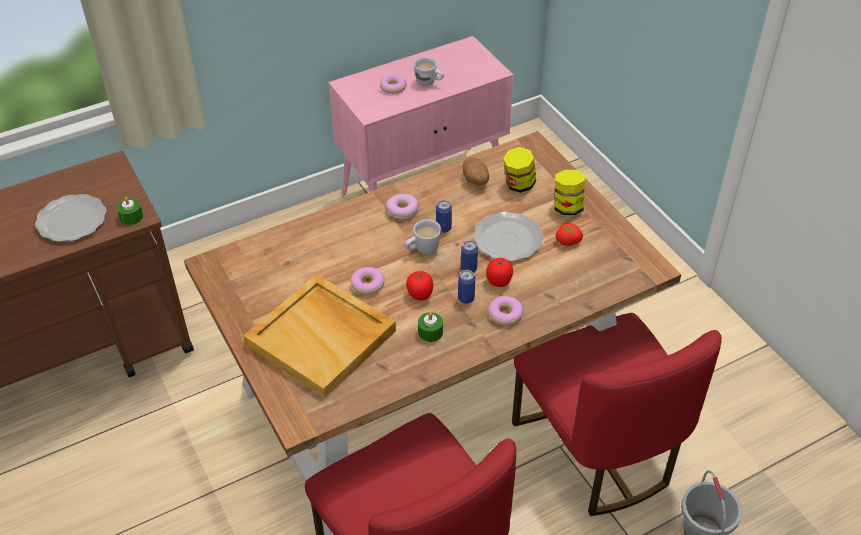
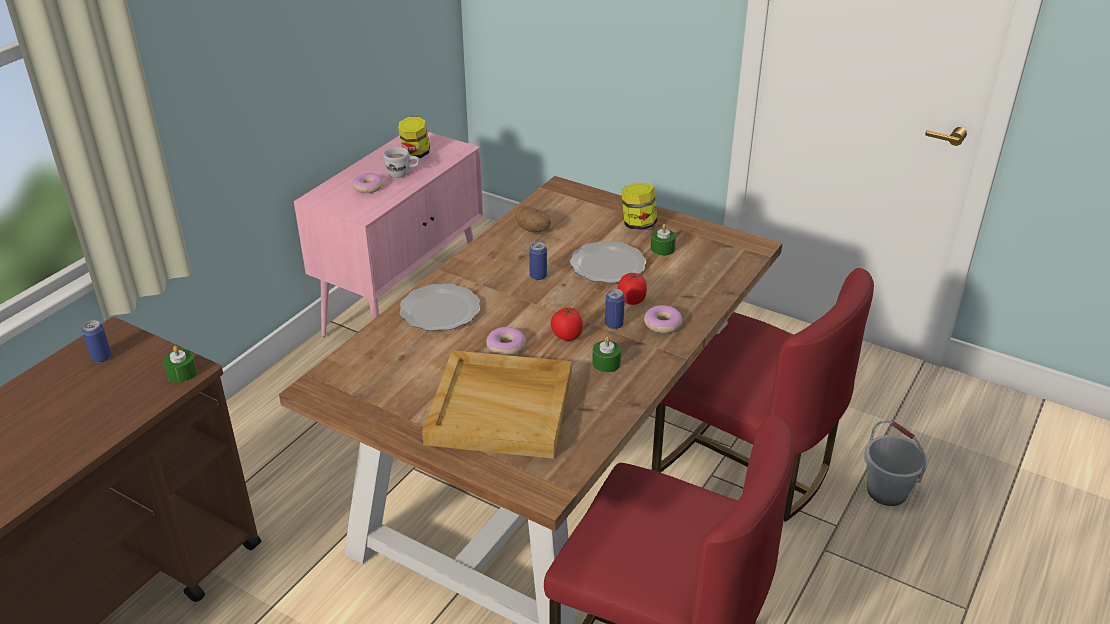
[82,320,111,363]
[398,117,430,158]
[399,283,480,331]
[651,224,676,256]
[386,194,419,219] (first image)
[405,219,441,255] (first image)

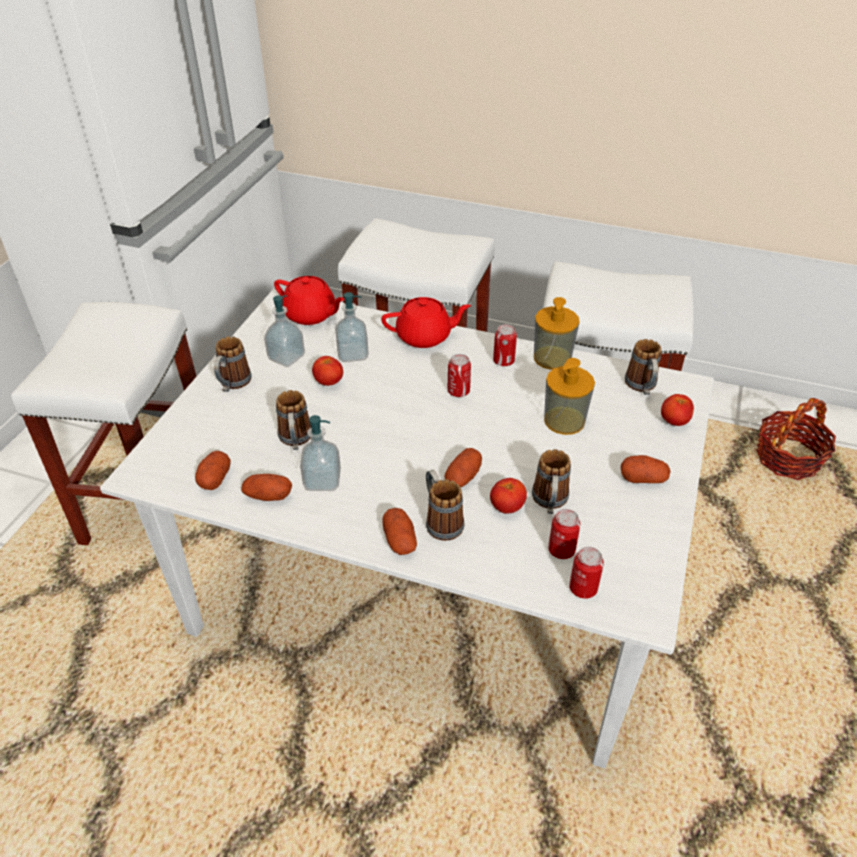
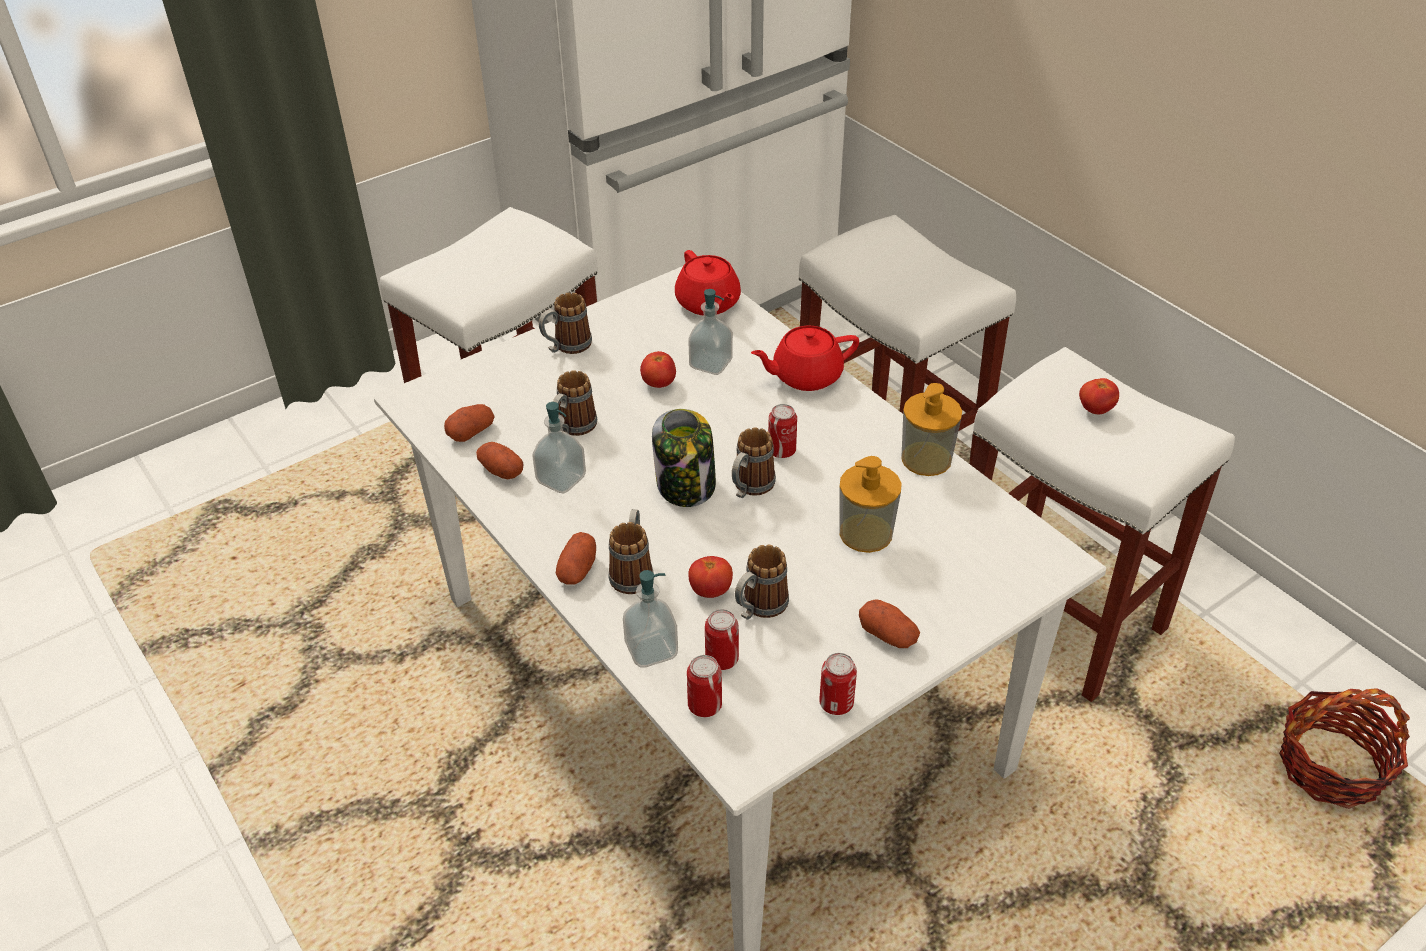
[623,570,678,668]
[652,409,716,507]
[732,427,776,498]
[751,325,859,391]
[819,653,857,715]
[1079,378,1119,414]
[444,448,482,487] (first image)

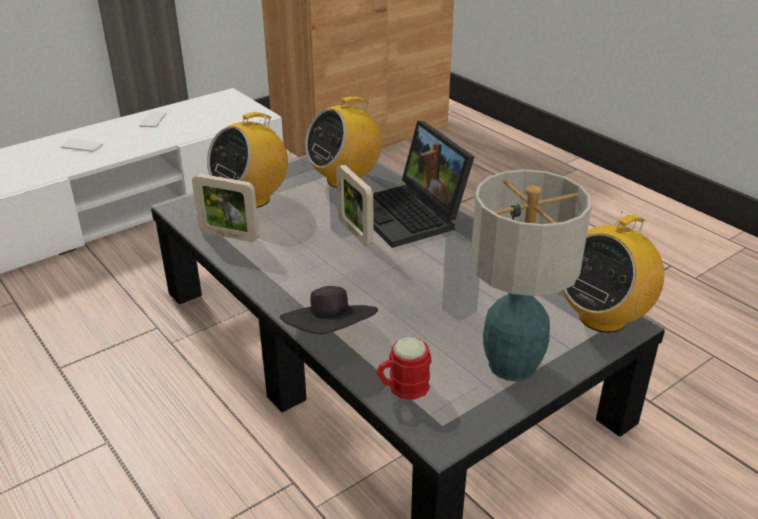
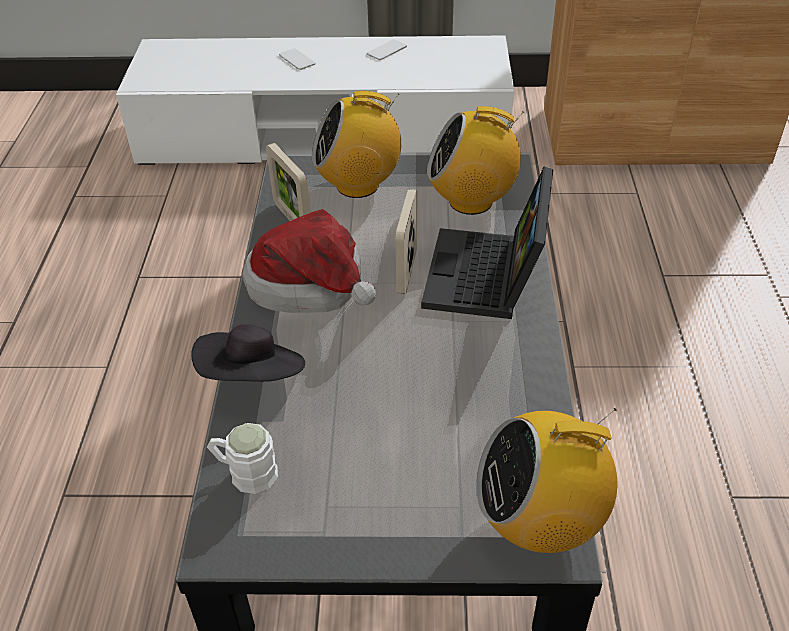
[207,423,278,494]
[243,209,376,313]
[470,170,592,381] (first image)

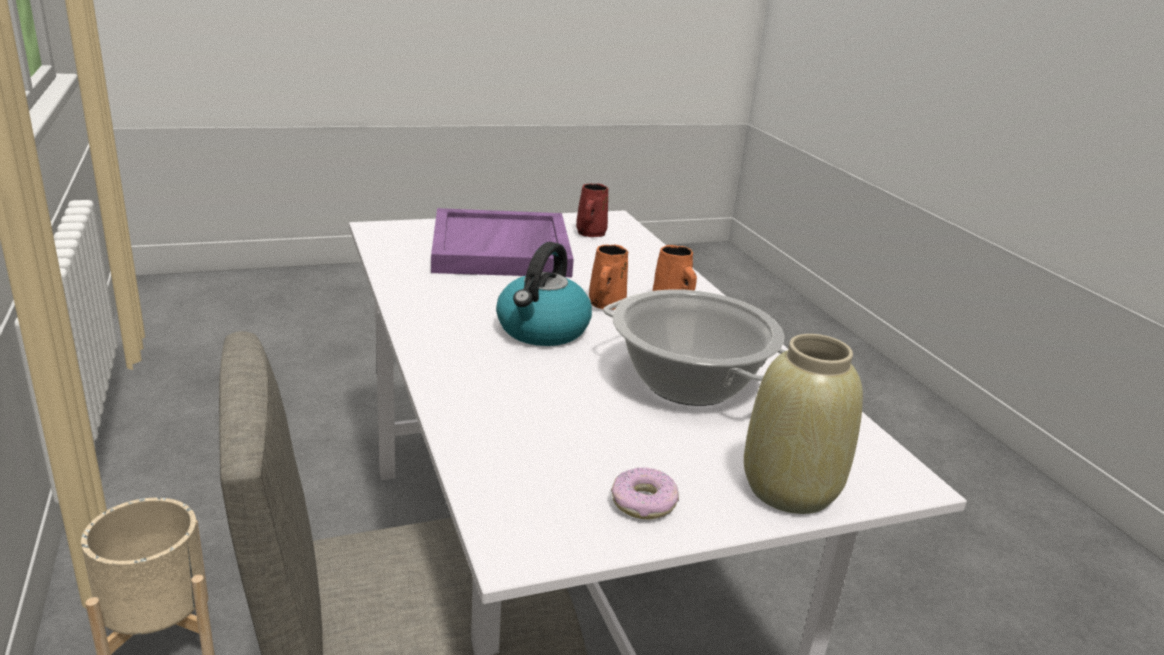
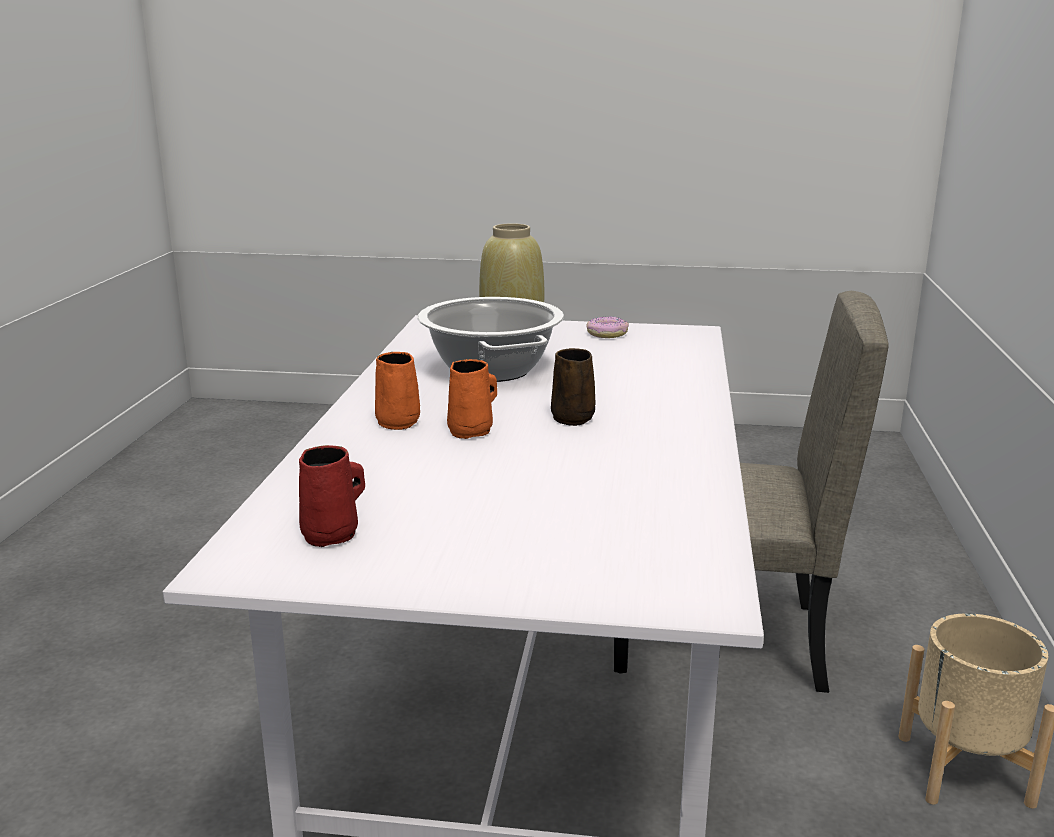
[551,348,596,426]
[431,208,574,277] (first image)

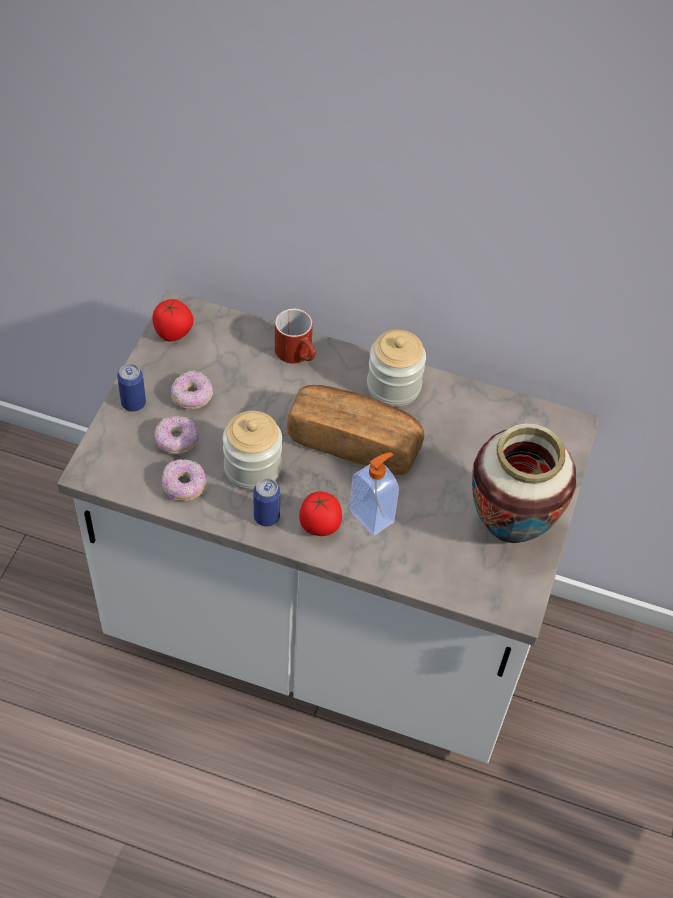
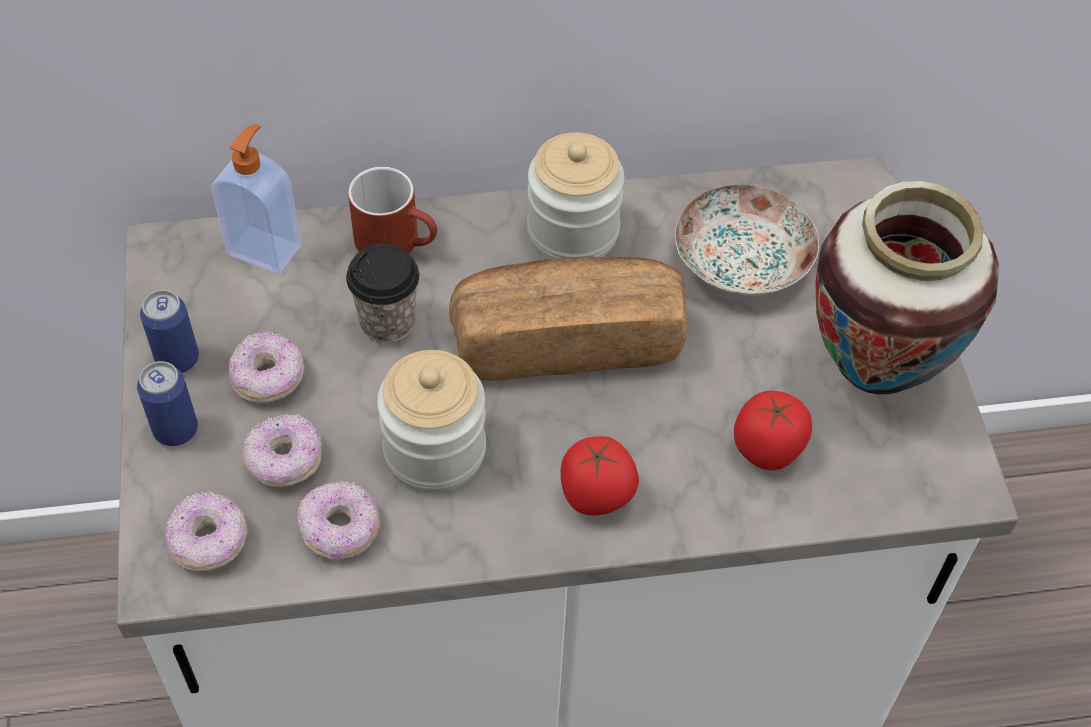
[140,290,199,373]
[165,492,248,571]
[212,124,302,275]
[346,243,419,343]
[675,185,819,296]
[734,391,812,470]

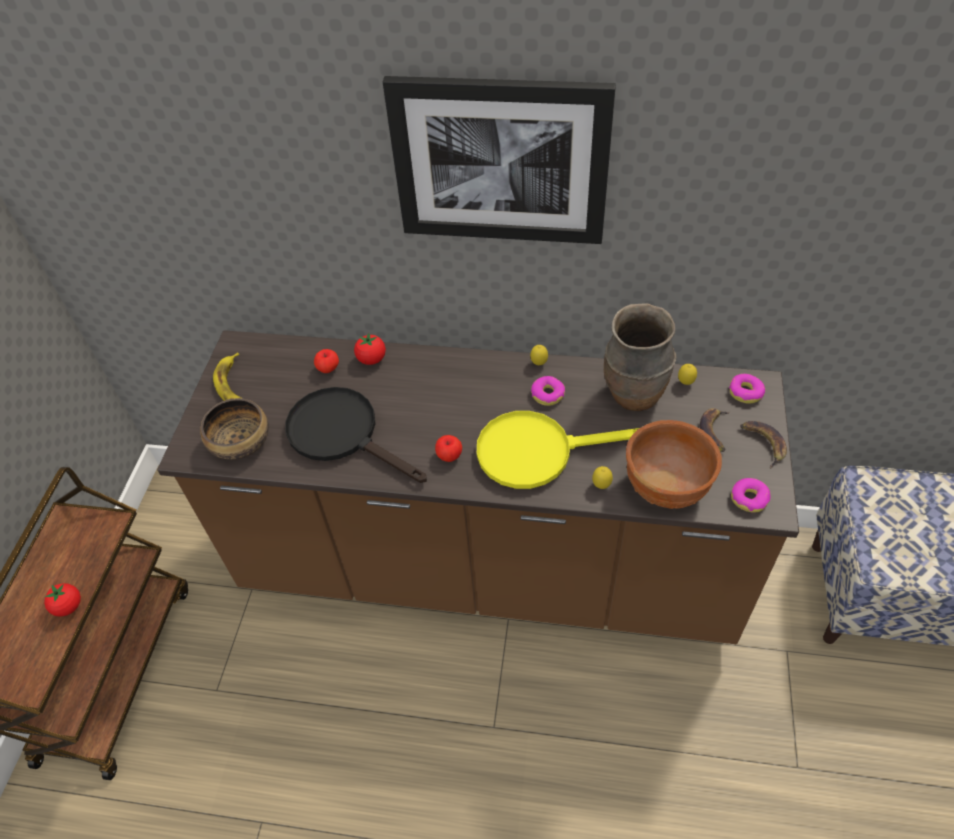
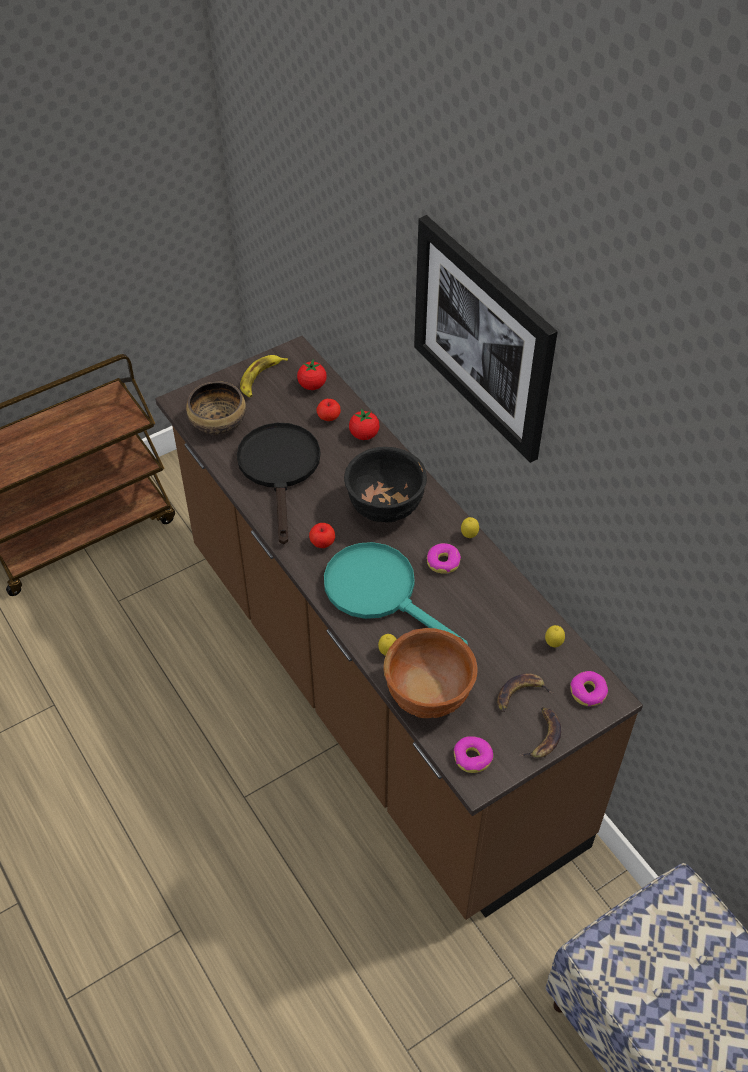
[297,359,327,390]
[324,542,468,645]
[344,447,427,523]
[604,303,676,411] (first image)

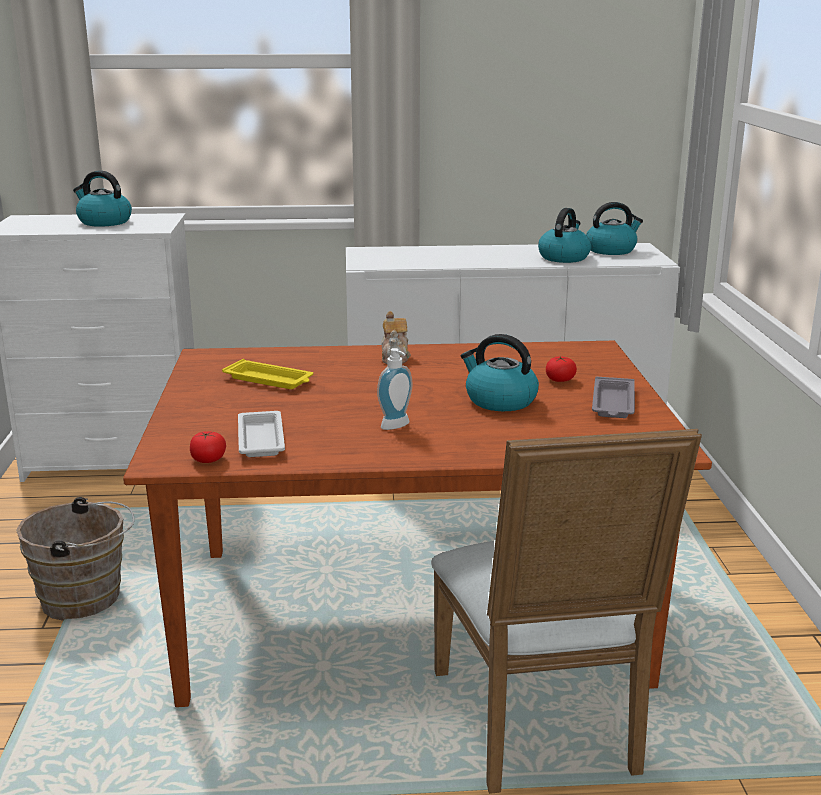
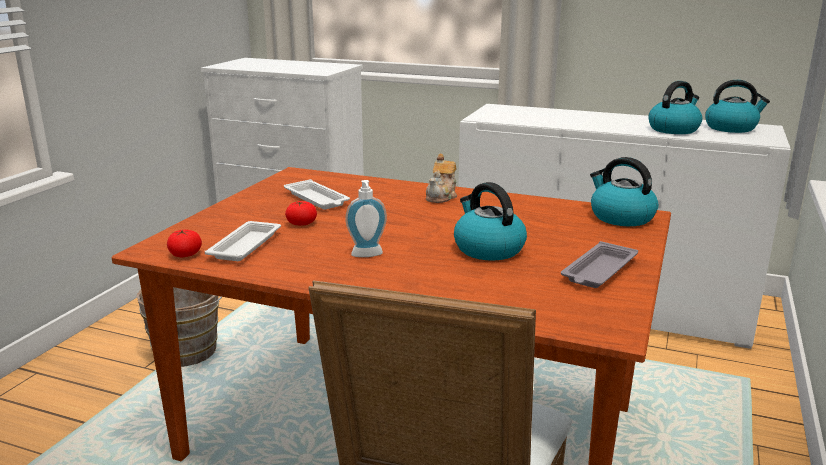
[284,179,350,210]
[285,201,317,225]
[590,157,658,226]

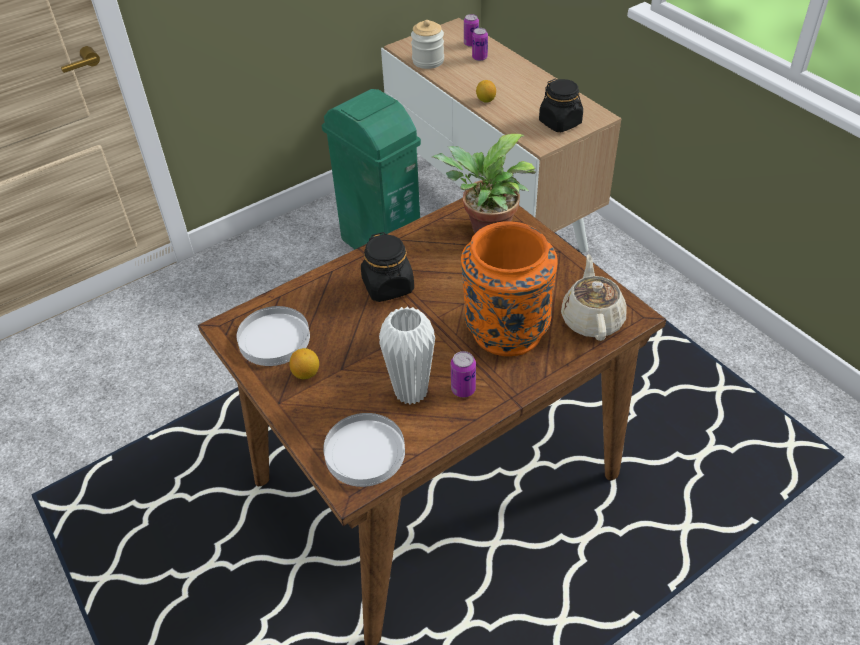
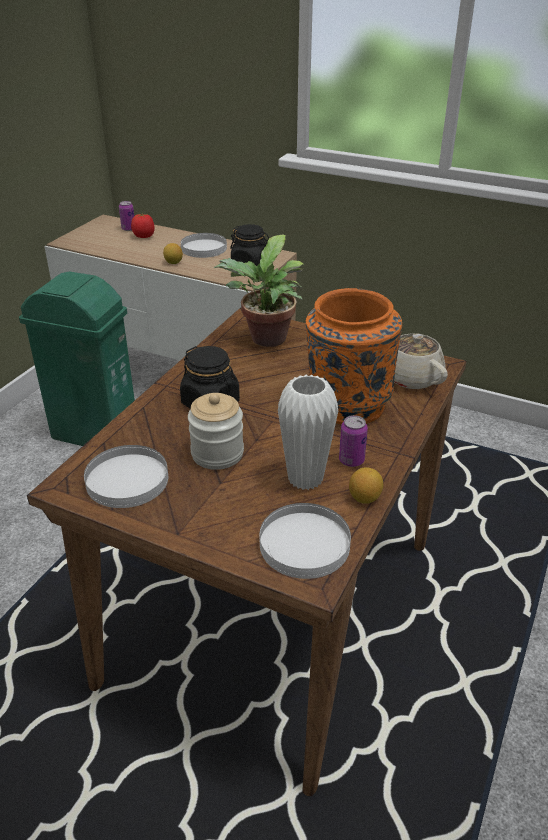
[131,213,155,238]
[181,233,227,258]
[188,393,244,470]
[349,467,383,504]

